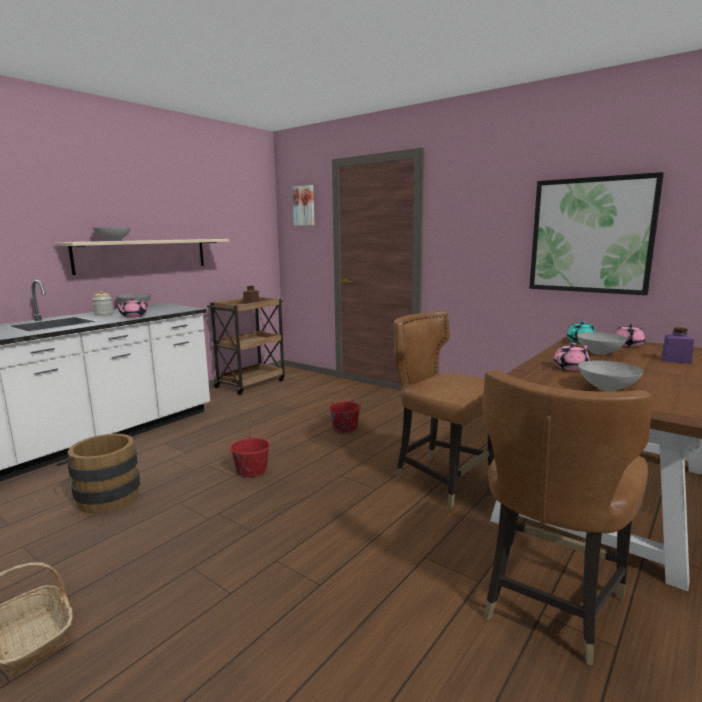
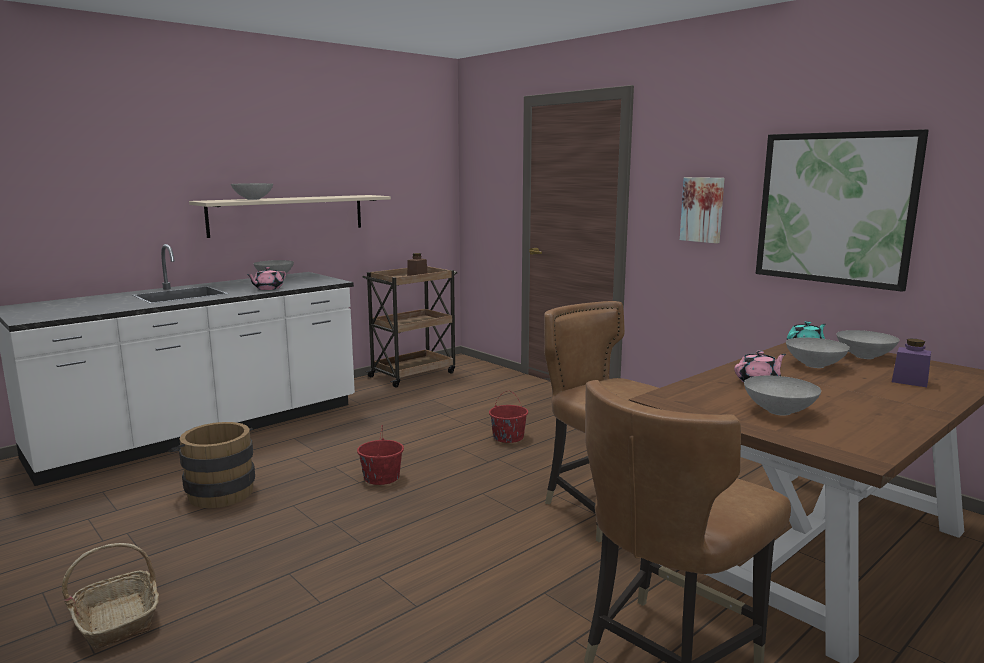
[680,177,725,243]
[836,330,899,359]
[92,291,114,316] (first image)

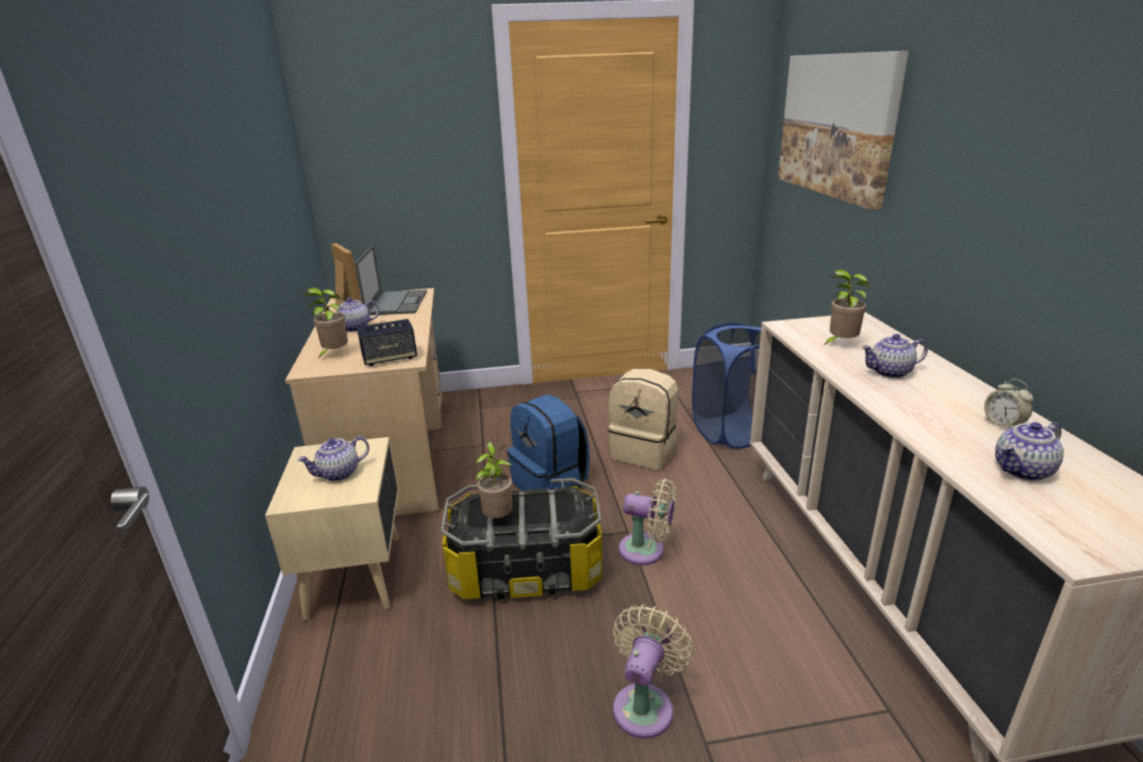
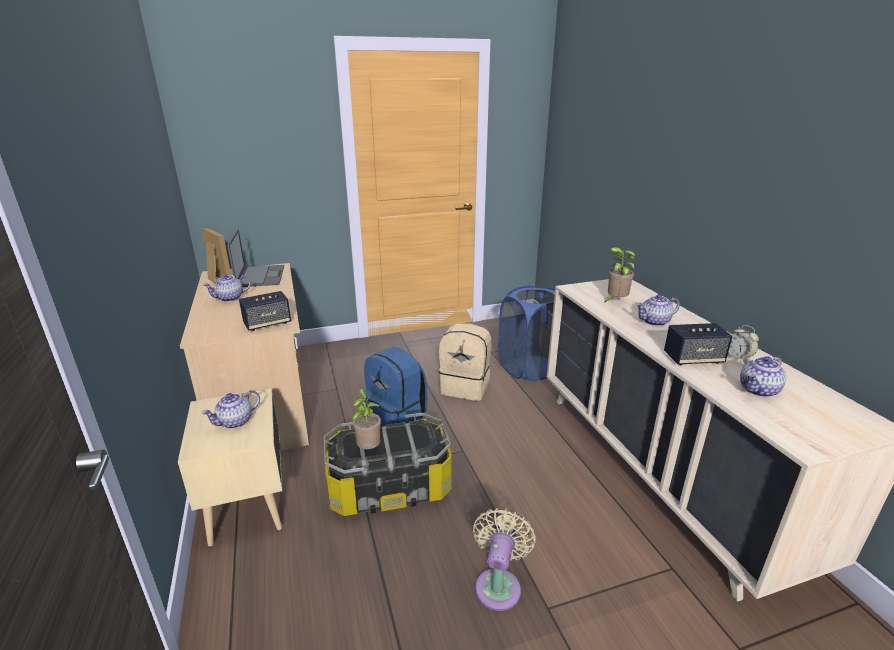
[664,323,733,365]
[301,288,348,360] (first image)
[619,479,676,565] (first image)
[778,51,909,210] (first image)

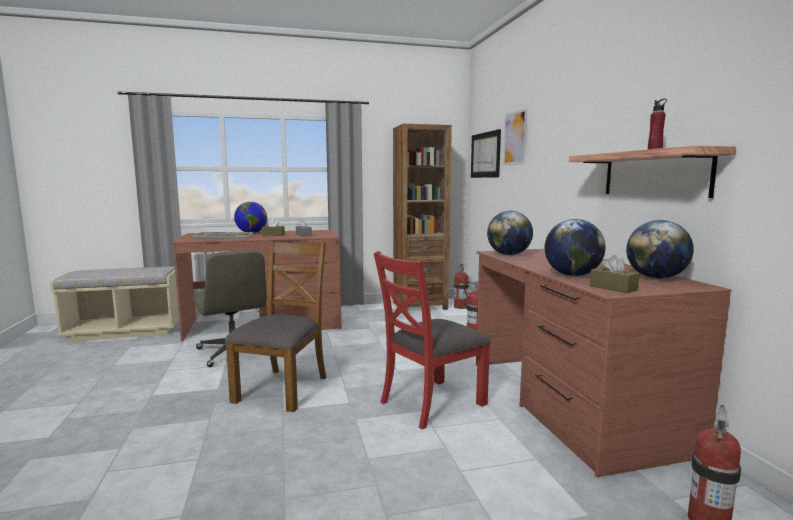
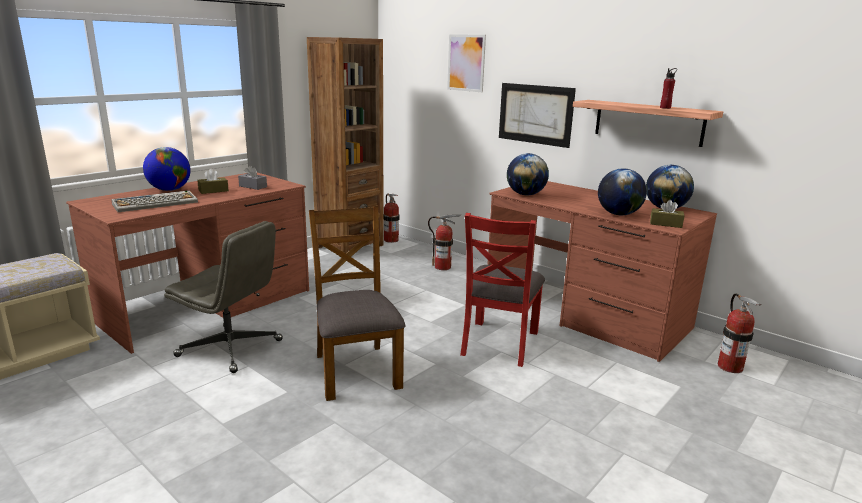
[499,83,576,148]

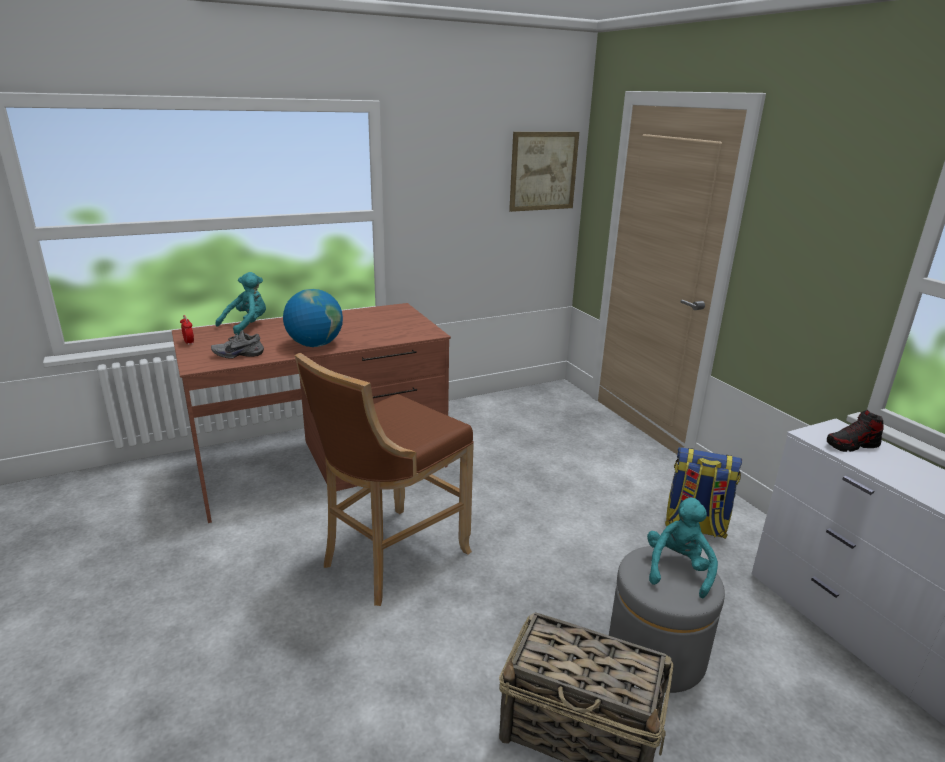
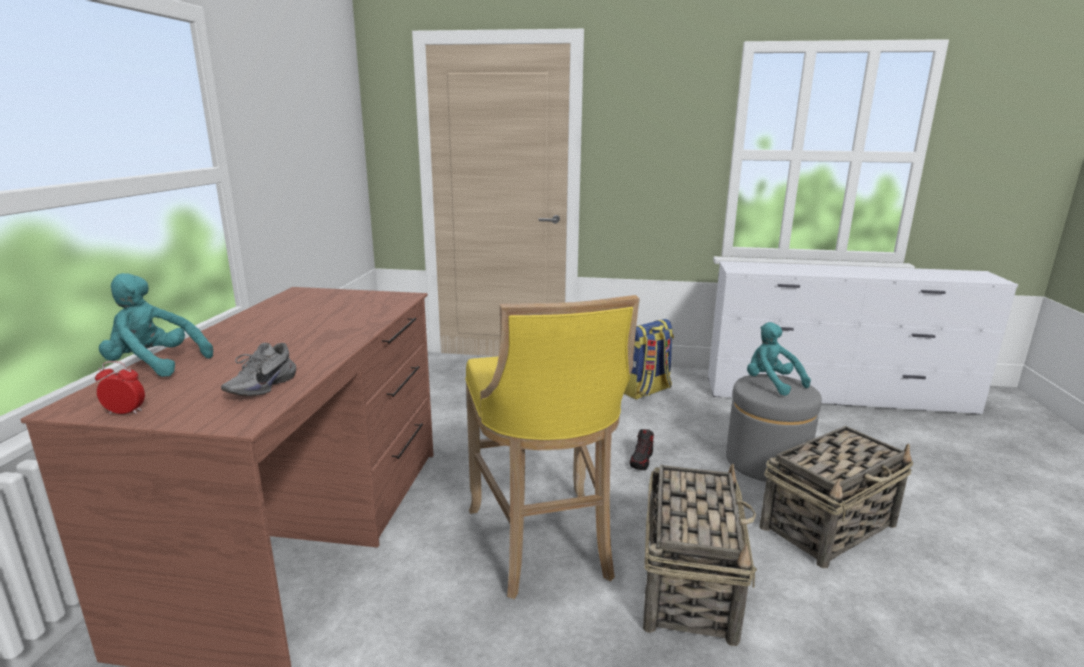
[99,273,213,377]
[465,295,640,599]
[630,429,654,470]
[643,464,757,646]
[283,289,343,347] (first image)
[509,132,579,212] (first image)

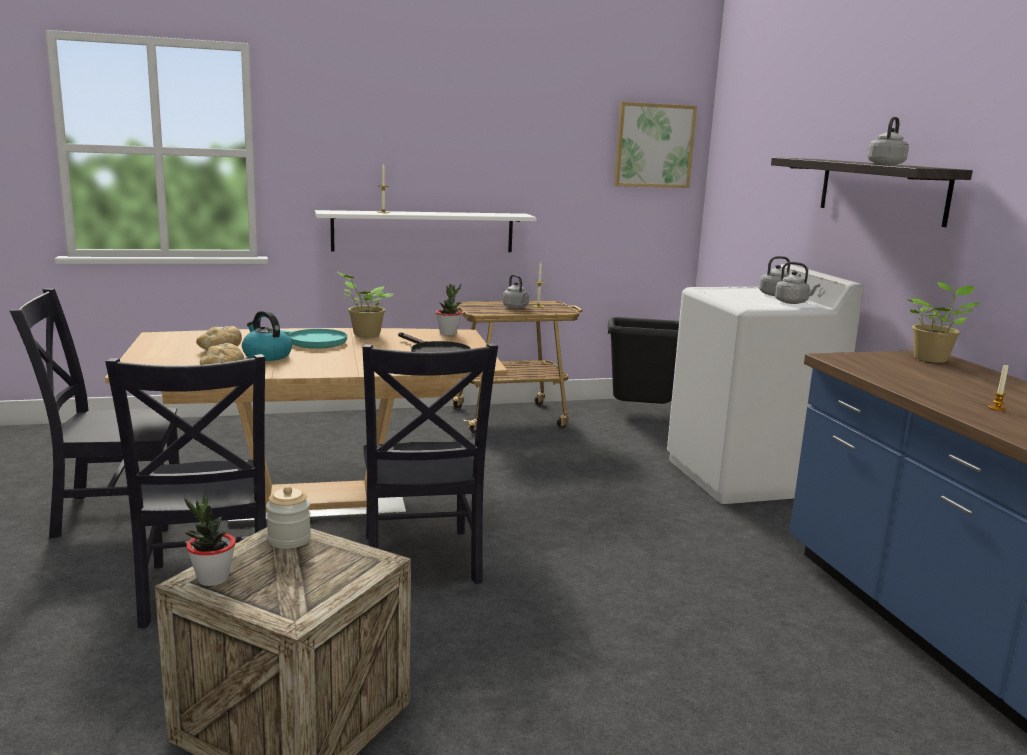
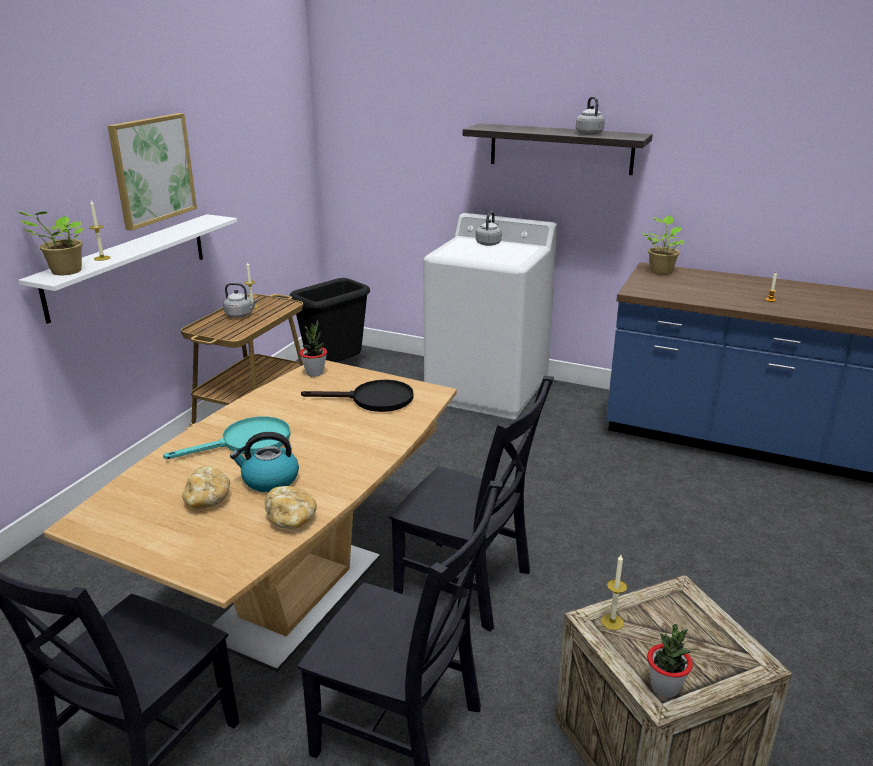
[15,211,83,275]
[108,113,197,231]
[601,555,627,630]
[775,262,820,304] (first image)

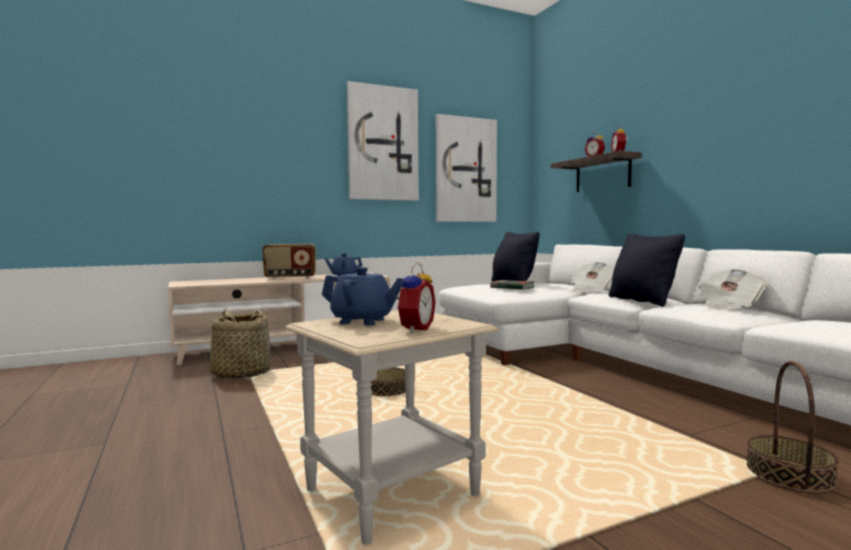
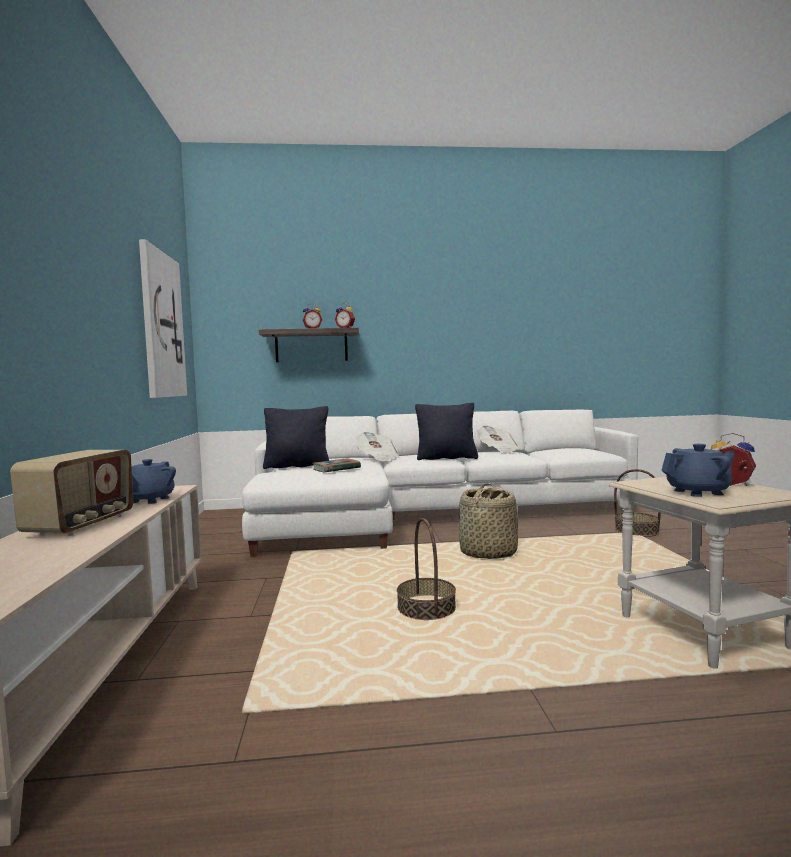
[459,483,518,559]
[661,444,735,497]
[347,81,419,201] (first image)

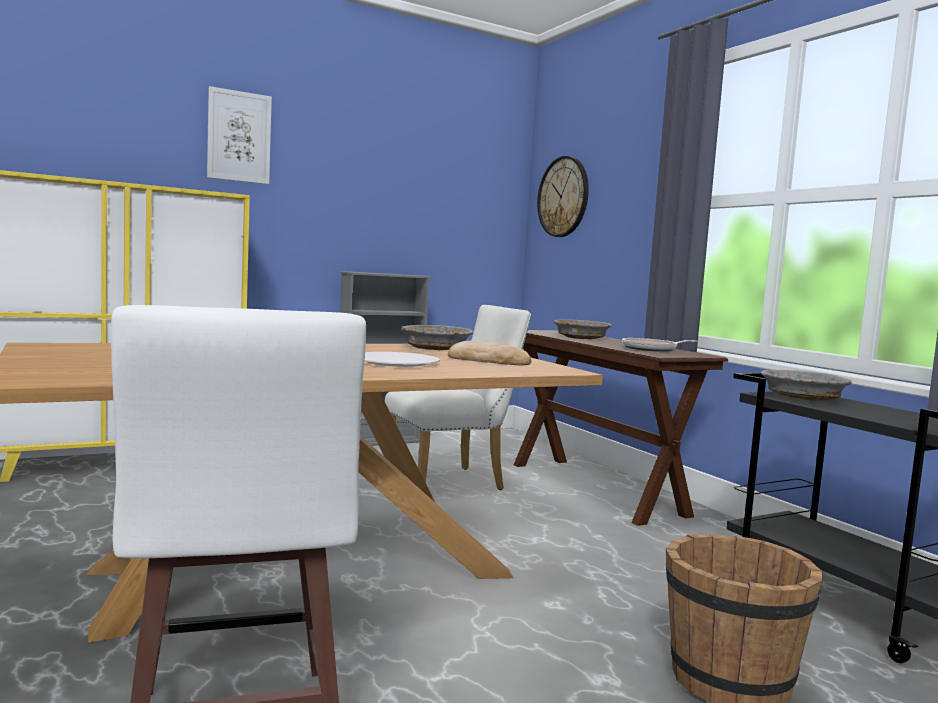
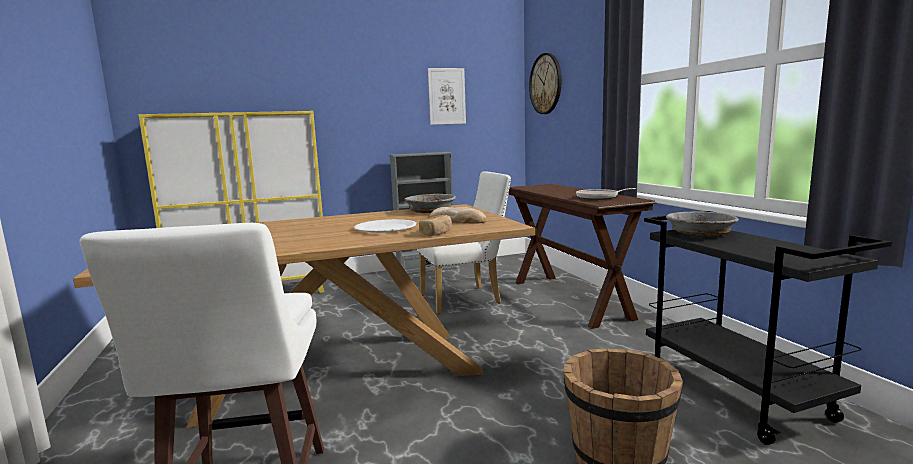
[419,215,452,236]
[428,68,466,125]
[554,319,612,339] (first image)

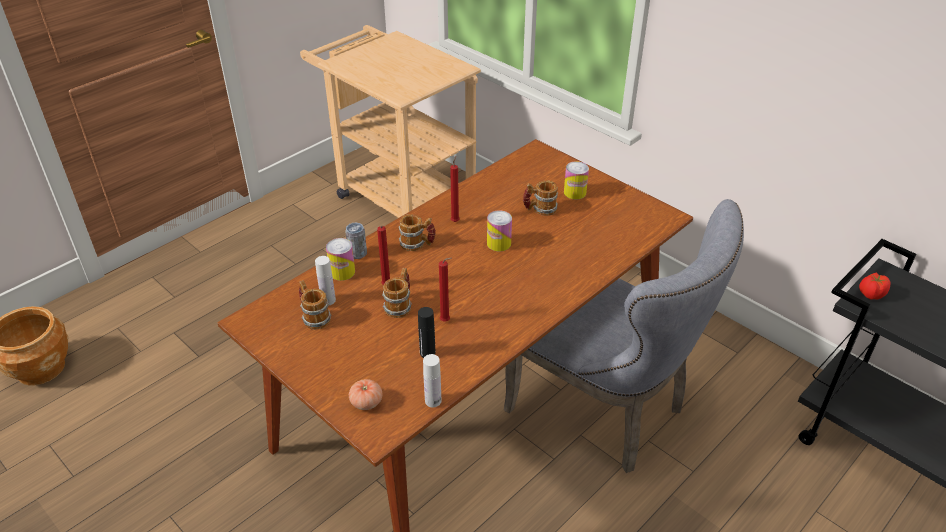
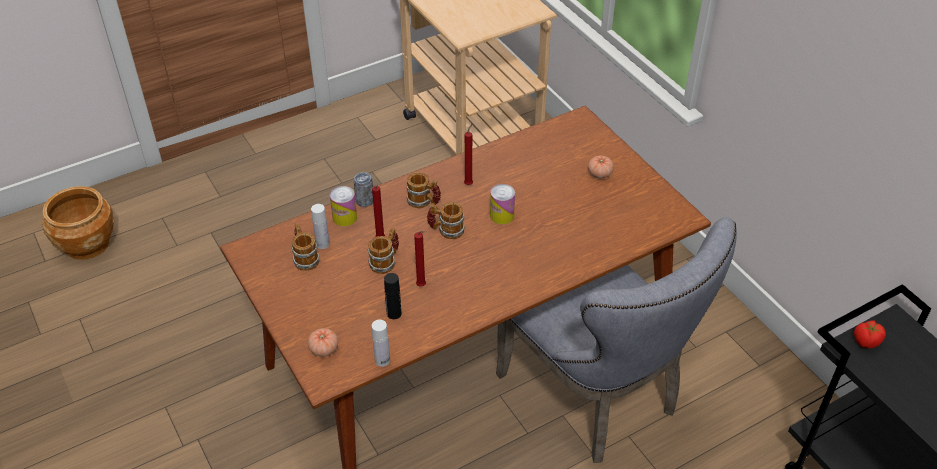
[427,202,465,239]
[588,156,614,178]

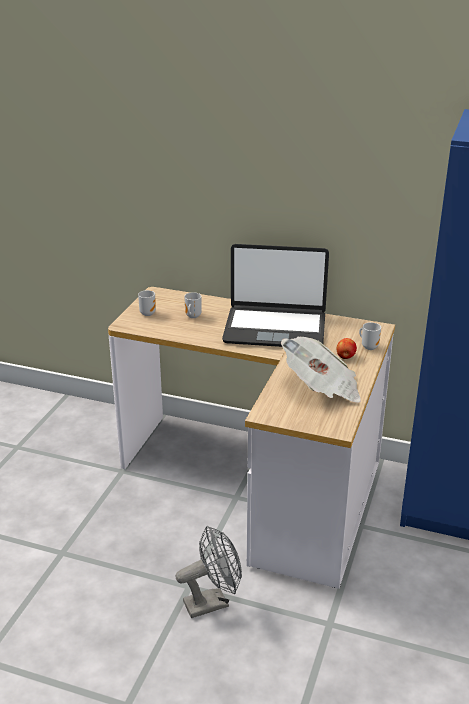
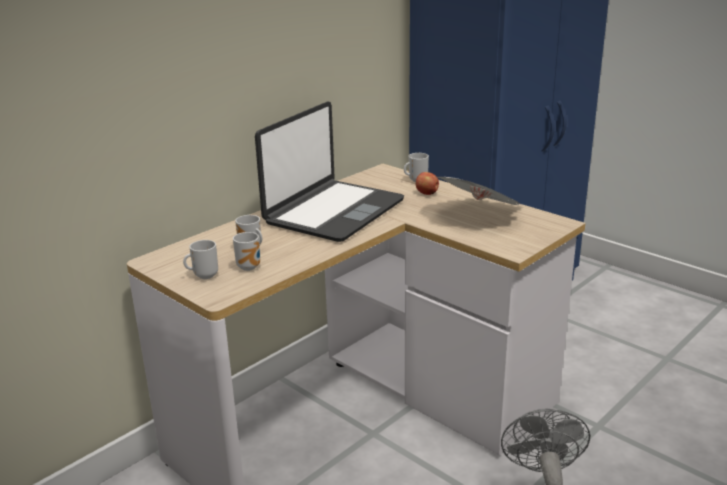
[233,232,260,271]

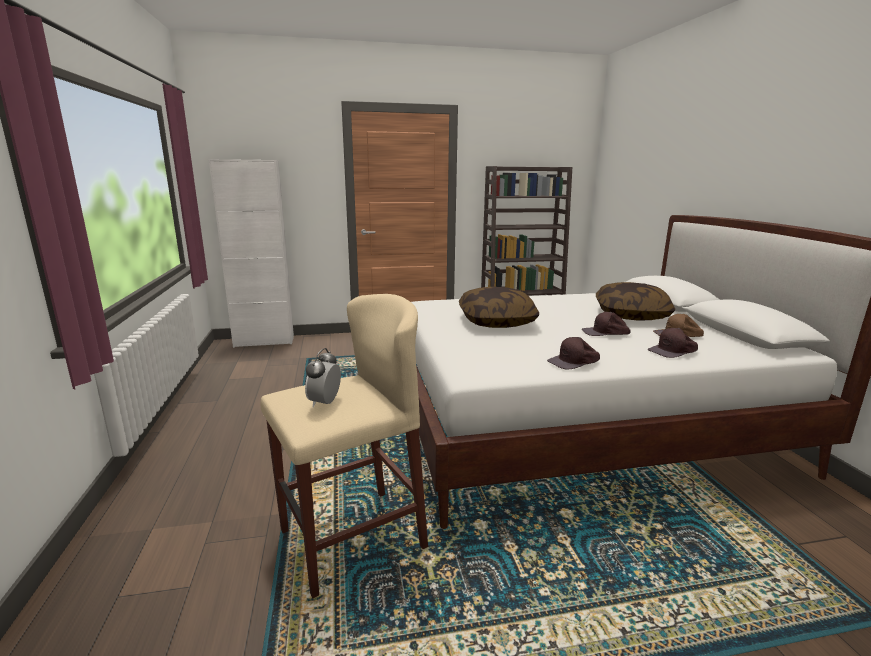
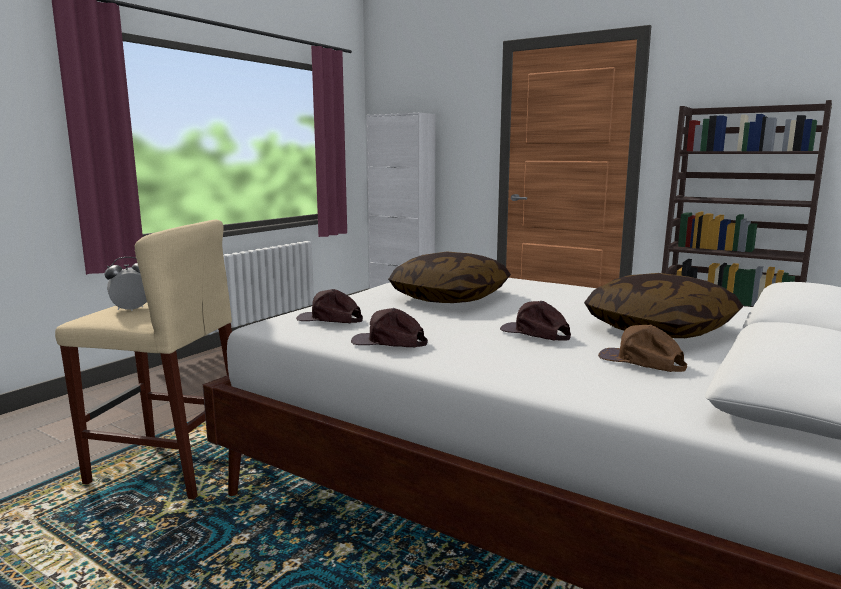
[296,289,363,323]

